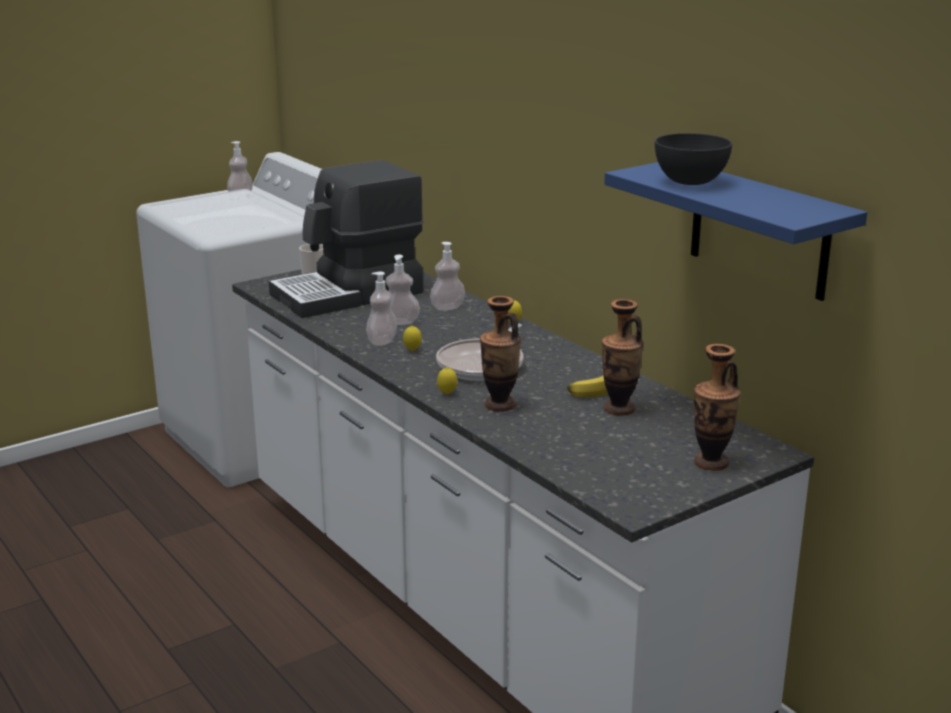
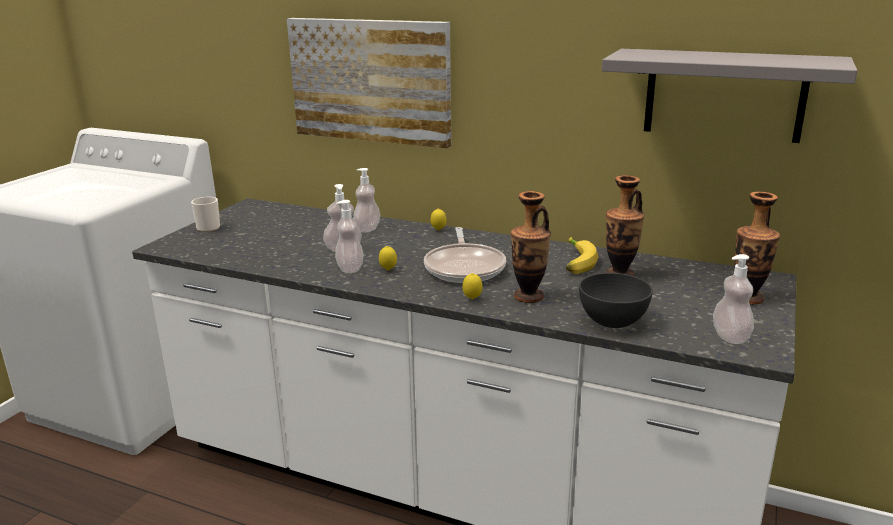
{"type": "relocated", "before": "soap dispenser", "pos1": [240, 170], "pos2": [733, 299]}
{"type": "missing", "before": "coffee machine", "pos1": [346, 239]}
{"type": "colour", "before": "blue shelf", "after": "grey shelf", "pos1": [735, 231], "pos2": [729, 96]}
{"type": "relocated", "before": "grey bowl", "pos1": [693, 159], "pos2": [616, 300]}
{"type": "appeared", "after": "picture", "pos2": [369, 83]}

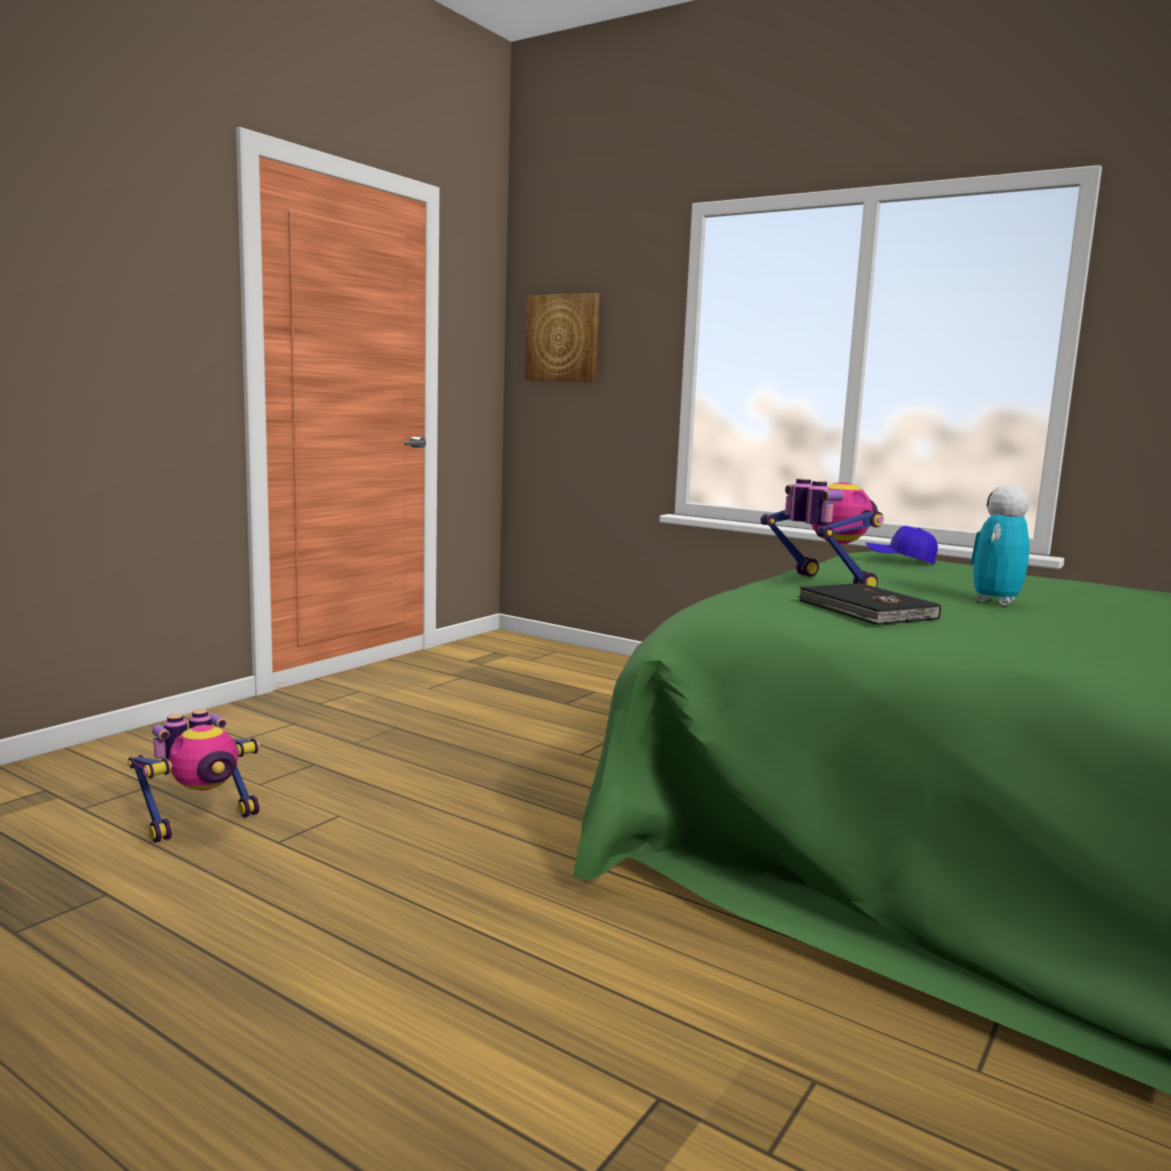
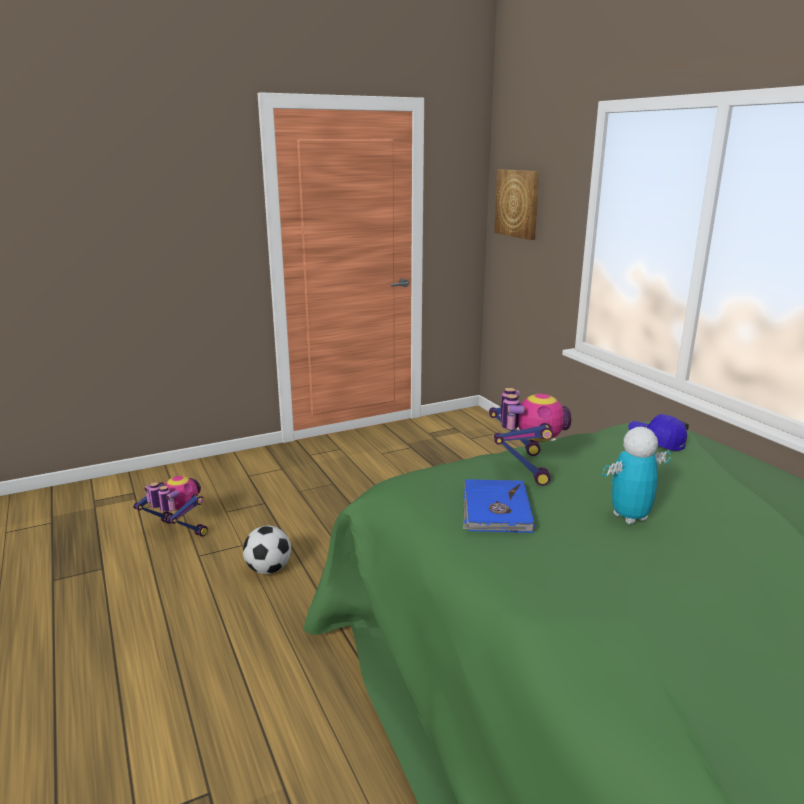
{"type": "spun", "before": "toy robot", "pos1": [194, 776], "pos2": [170, 506], "turn": -135}
{"type": "colour", "before": "black book", "after": "blue book", "pos1": [869, 604], "pos2": [499, 506]}
{"type": "appeared", "after": "football", "pos2": [267, 549]}

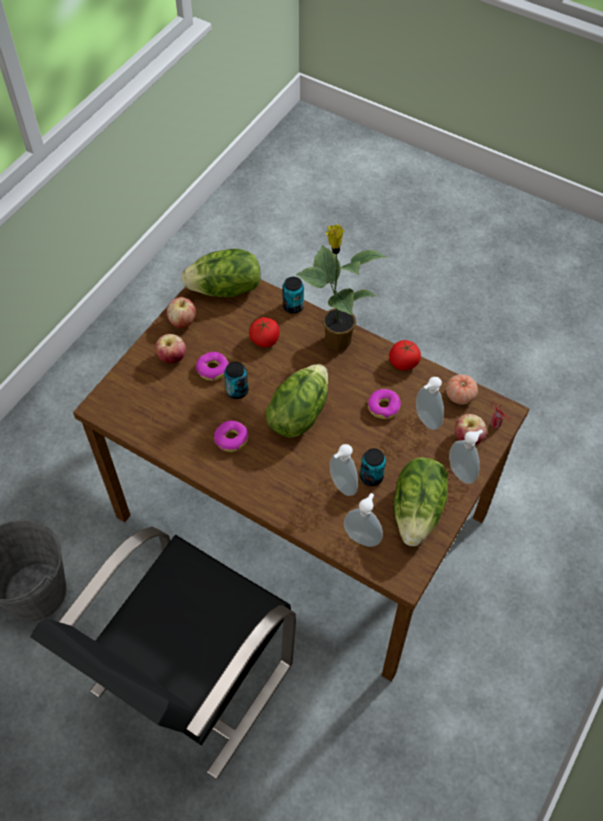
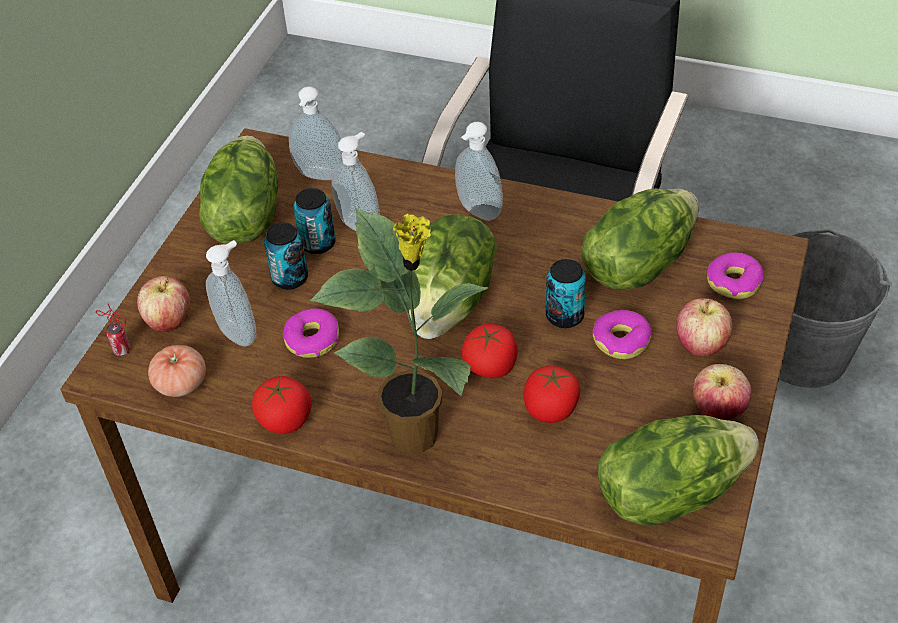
{"type": "relocated", "before": "donut", "pos1": [231, 436], "pos2": [735, 275]}
{"type": "relocated", "before": "can", "pos1": [293, 295], "pos2": [286, 256]}
{"type": "relocated", "before": "soap dispenser", "pos1": [466, 456], "pos2": [479, 171]}
{"type": "appeared", "after": "tomato", "pos2": [490, 351]}
{"type": "appeared", "after": "lettuce", "pos2": [640, 239]}

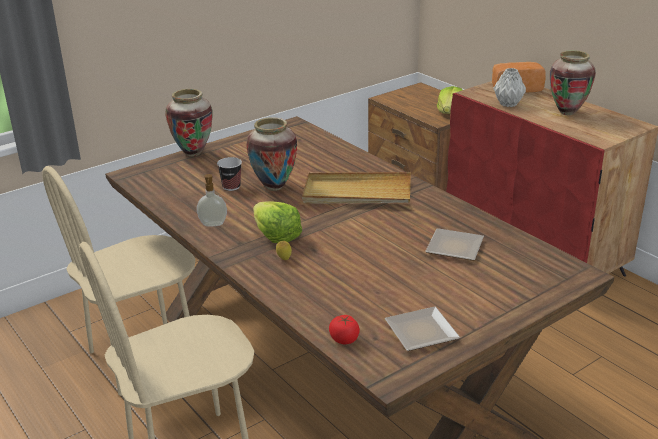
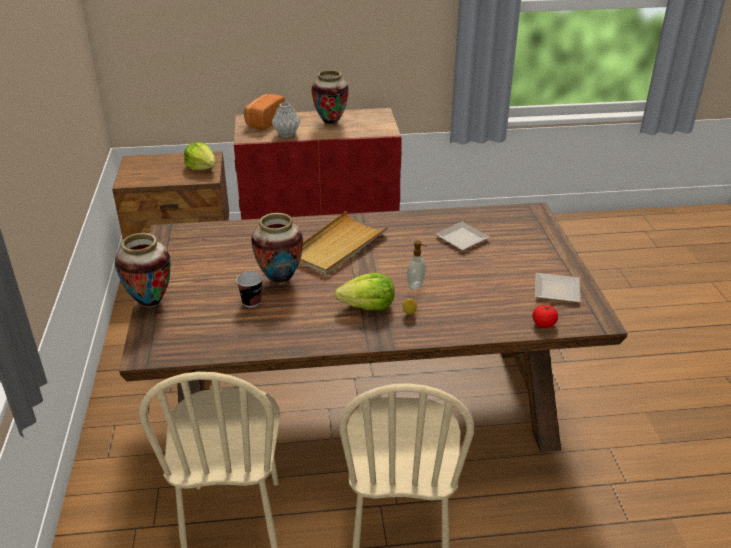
{"type": "relocated", "before": "soap dispenser", "pos1": [212, 200], "pos2": [417, 265]}

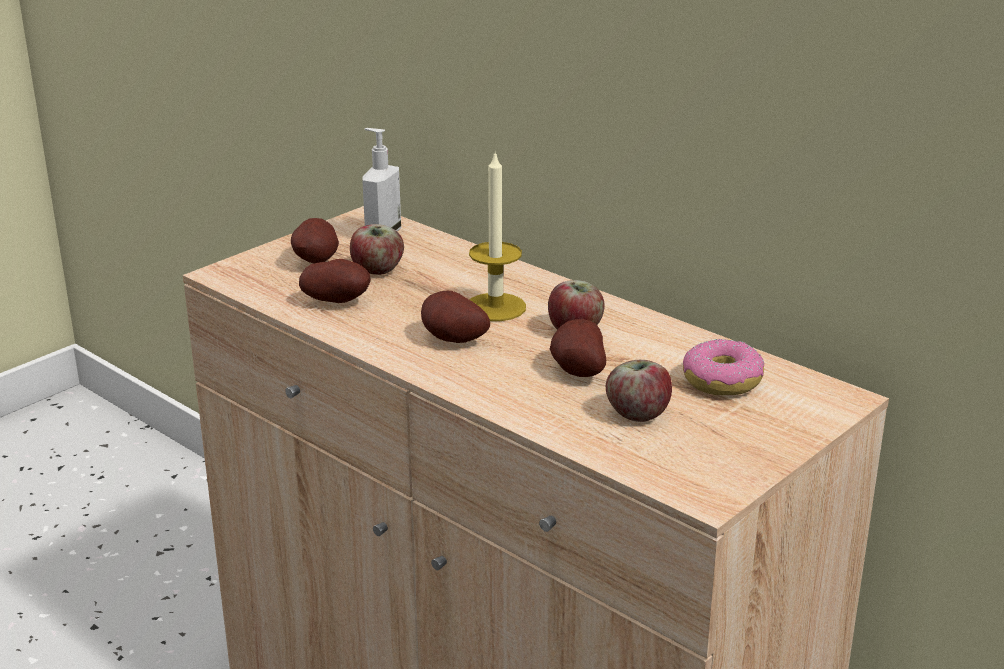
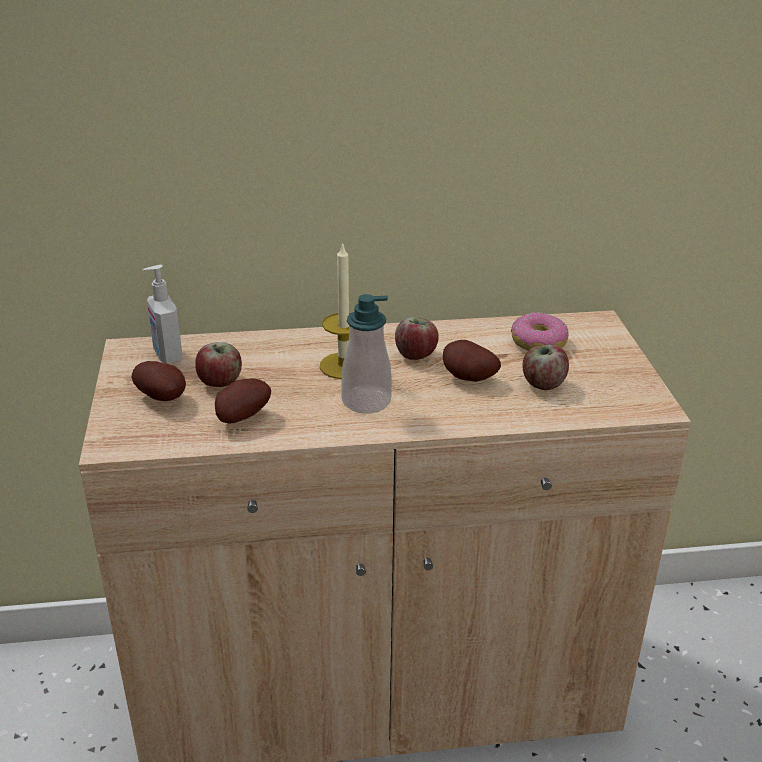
{"type": "exchanged", "before": "potato", "after": "soap dispenser", "pos1": [455, 317], "pos2": [366, 353]}

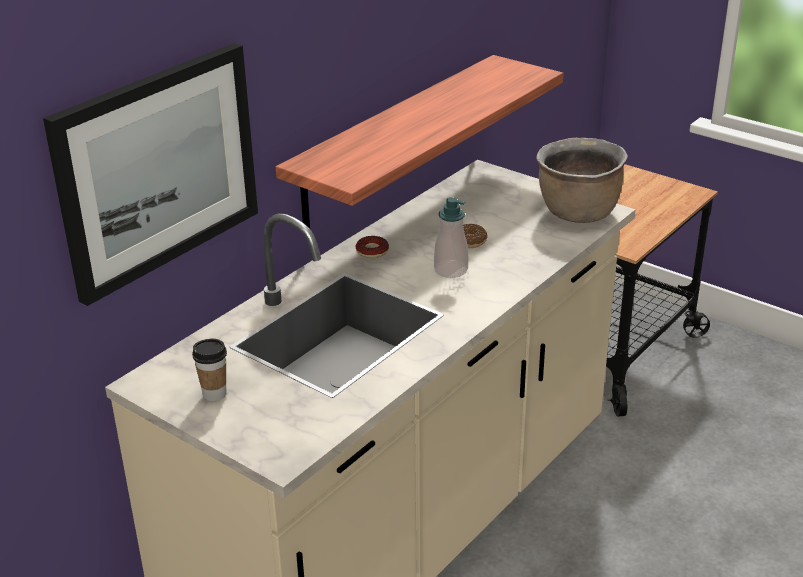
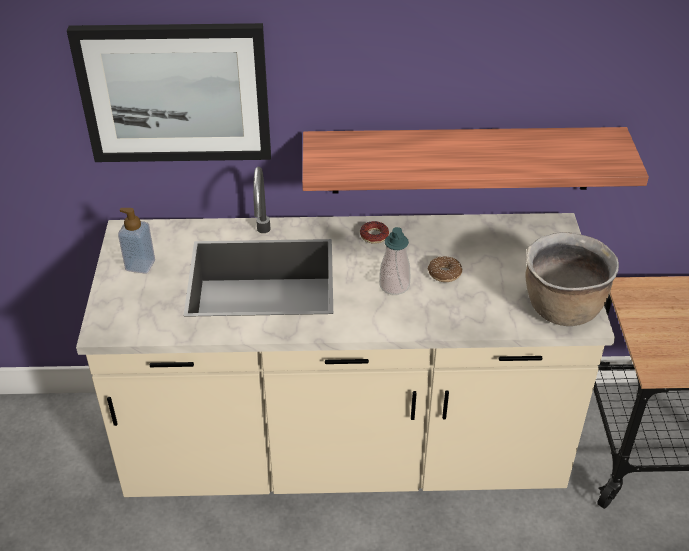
{"type": "exchanged", "before": "cup", "after": "soap dispenser", "pos1": [209, 370], "pos2": [136, 241]}

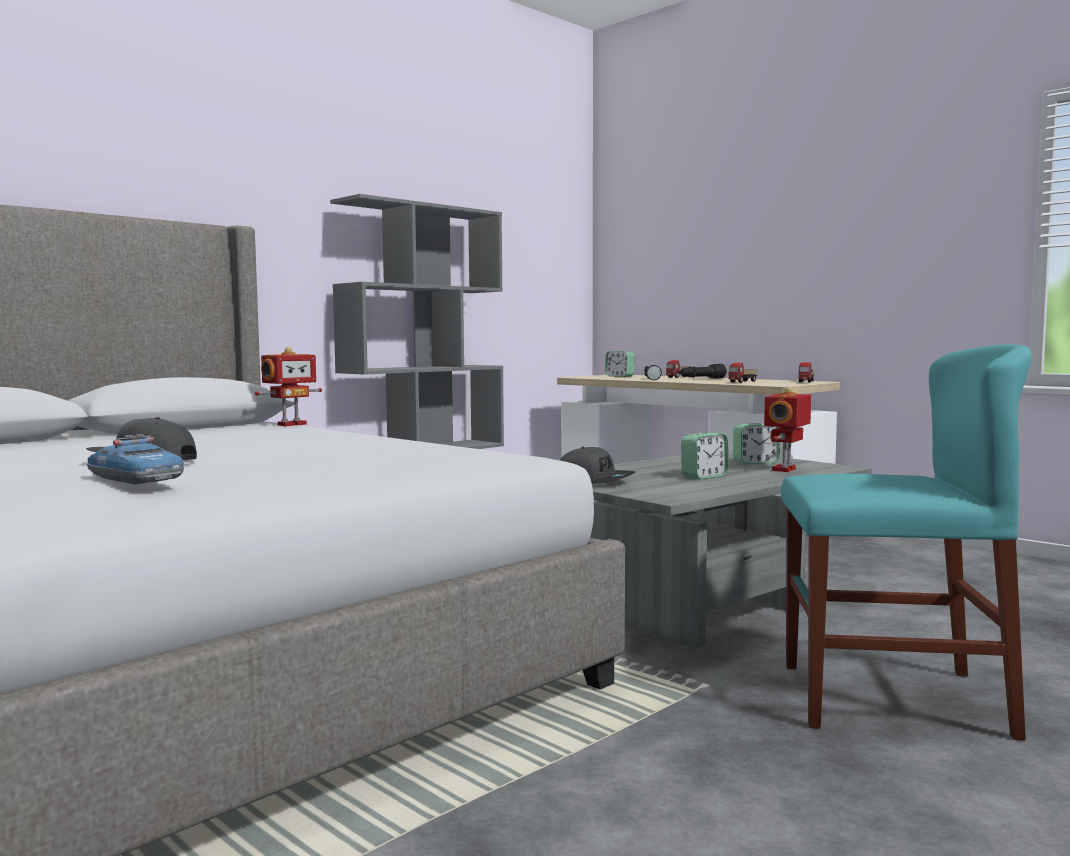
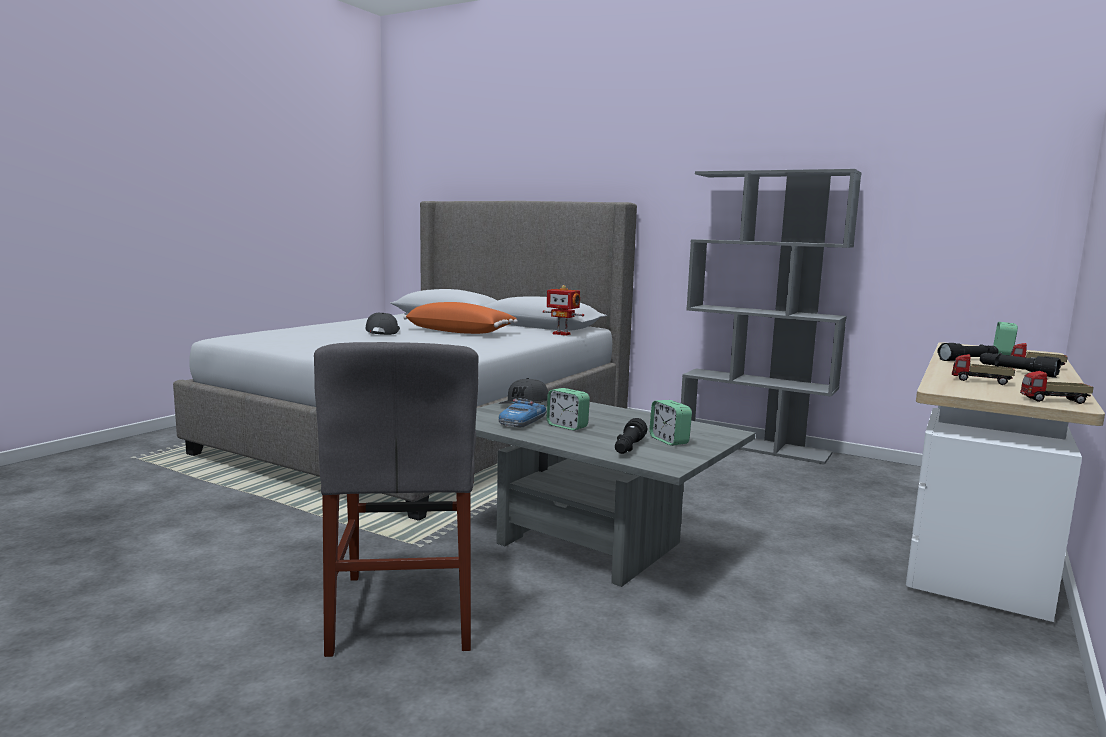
{"type": "relocated", "before": "toy car", "pos1": [135, 459], "pos2": [522, 413]}
{"type": "exchanged", "before": "toy robot", "after": "black flashlight", "pos1": [787, 429], "pos2": [631, 436]}
{"type": "colour", "before": "turquoise chair", "after": "grey chair", "pos1": [906, 542], "pos2": [396, 499]}
{"type": "appeared", "after": "orange pillow", "pos2": [460, 318]}

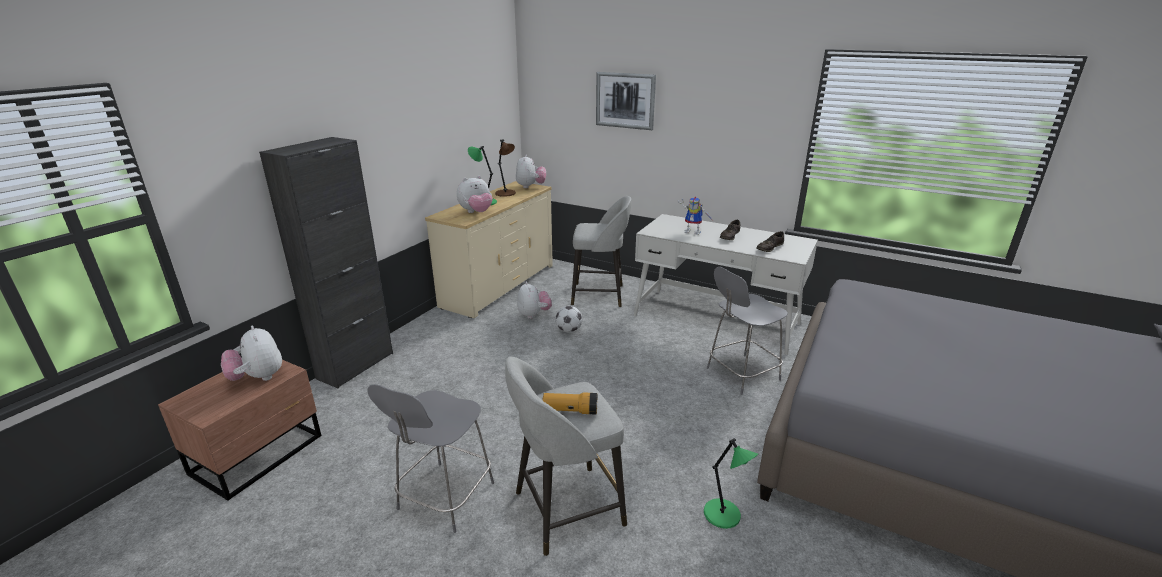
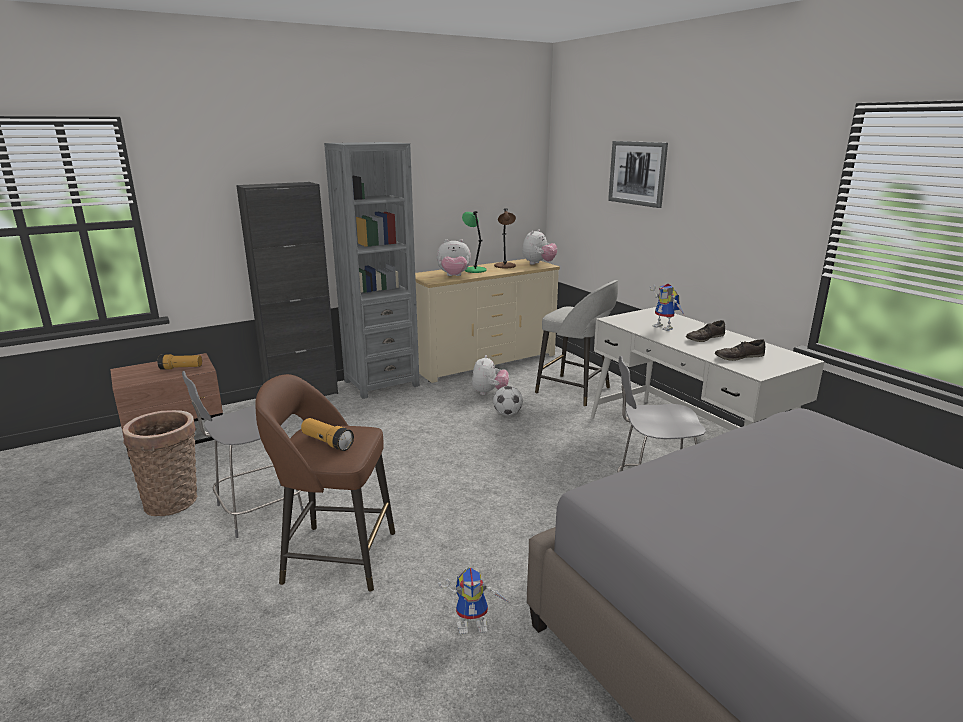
{"type": "exchanged", "before": "plush toy", "after": "flashlight", "pos1": [251, 353], "pos2": [179, 362]}
{"type": "colour", "before": "grey stool", "after": "brown stool", "pos1": [566, 456], "pos2": [325, 483]}
{"type": "exchanged", "before": "green table lamp", "after": "toy robot", "pos1": [731, 483], "pos2": [473, 601]}
{"type": "appeared", "after": "basket", "pos2": [159, 463]}
{"type": "appeared", "after": "grey bookcase", "pos2": [372, 270]}

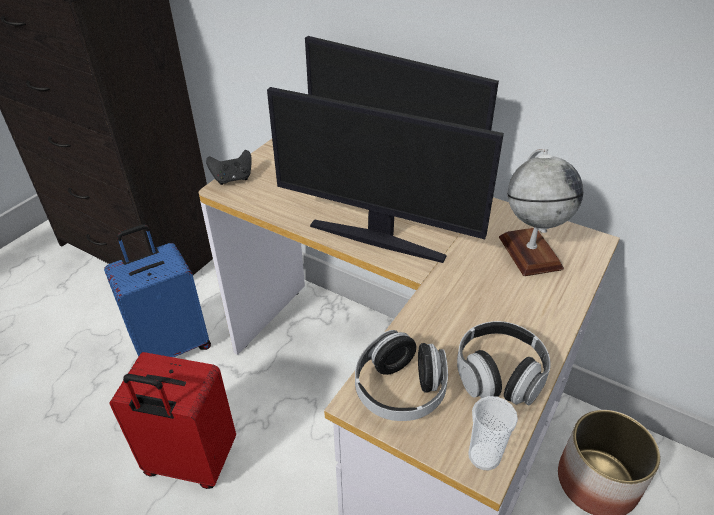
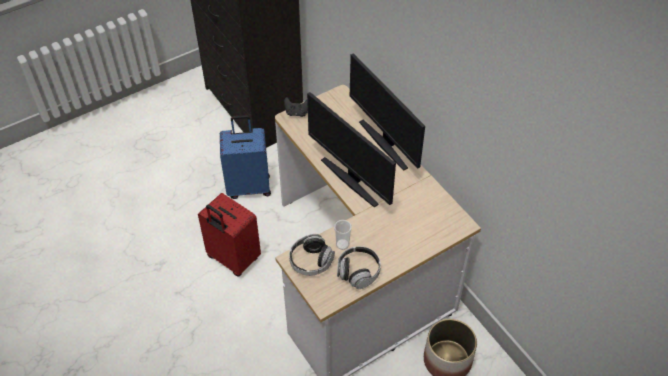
{"type": "relocated", "before": "cup", "pos1": [493, 433], "pos2": [343, 235]}
{"type": "missing", "before": "globe", "pos1": [541, 212]}

